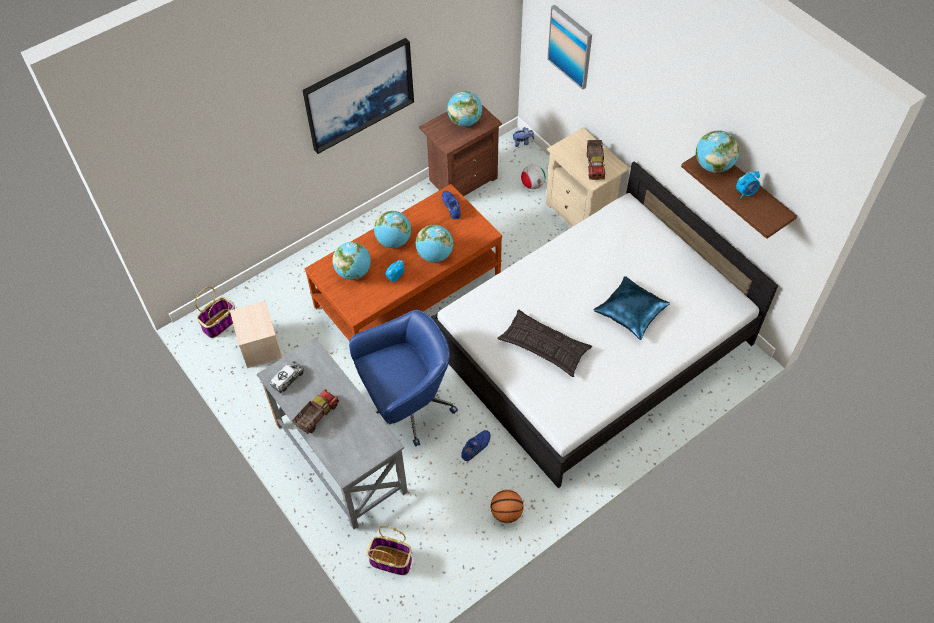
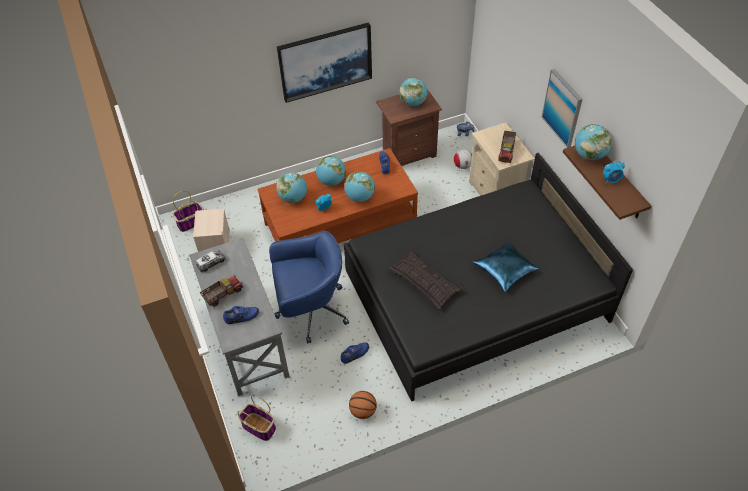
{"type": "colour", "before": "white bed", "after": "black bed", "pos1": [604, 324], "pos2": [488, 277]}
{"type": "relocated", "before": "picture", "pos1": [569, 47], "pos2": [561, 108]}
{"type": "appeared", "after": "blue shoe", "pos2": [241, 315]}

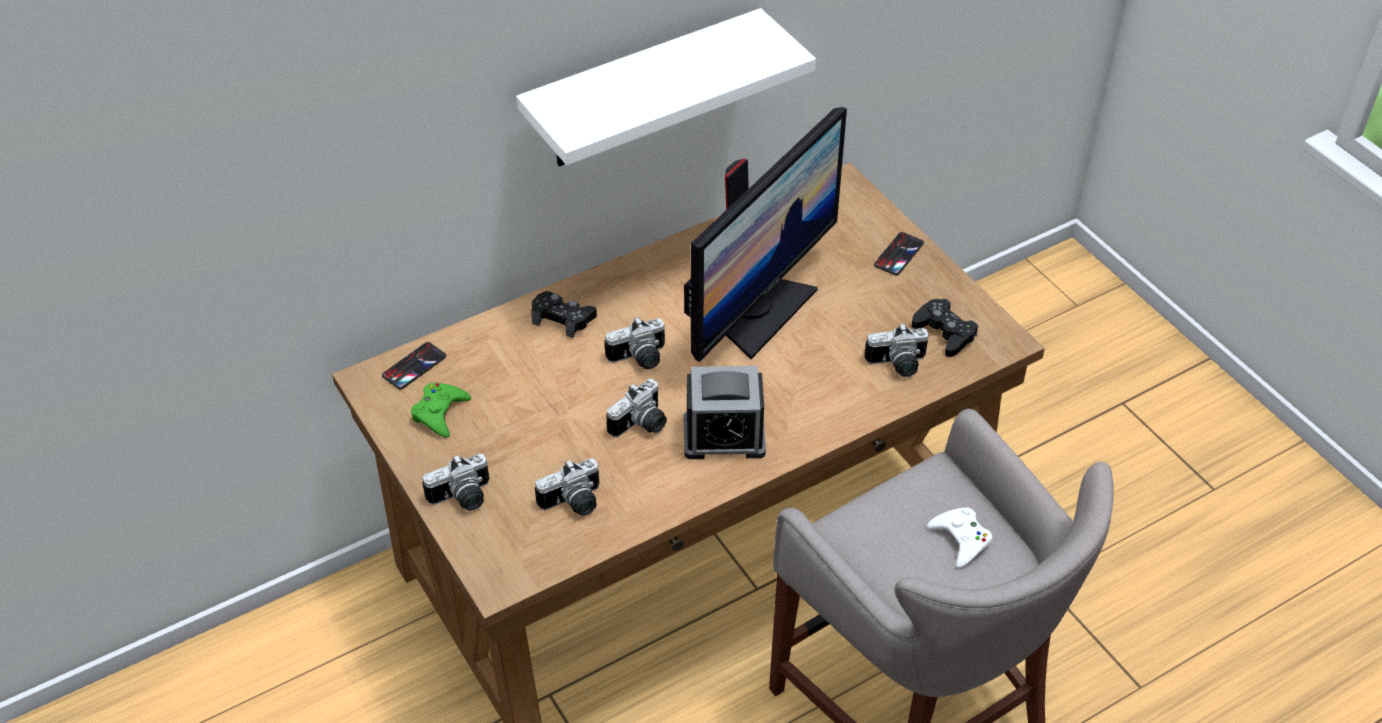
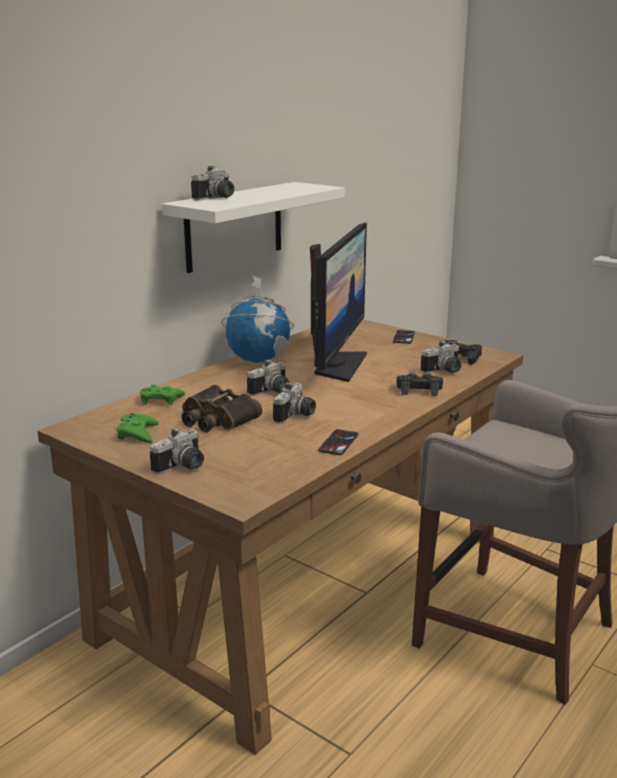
{"type": "relocated", "before": "phone", "pos1": [414, 366], "pos2": [338, 442]}
{"type": "relocated", "before": "black game controller", "pos1": [564, 314], "pos2": [419, 384]}
{"type": "relocated", "before": "photo camera", "pos1": [567, 487], "pos2": [212, 183]}
{"type": "missing", "before": "alarm clock", "pos1": [725, 412]}
{"type": "missing", "before": "white game controller", "pos1": [959, 538]}
{"type": "appeared", "after": "green game controller", "pos2": [162, 394]}
{"type": "appeared", "after": "binoculars", "pos2": [222, 408]}
{"type": "appeared", "after": "globe", "pos2": [257, 319]}

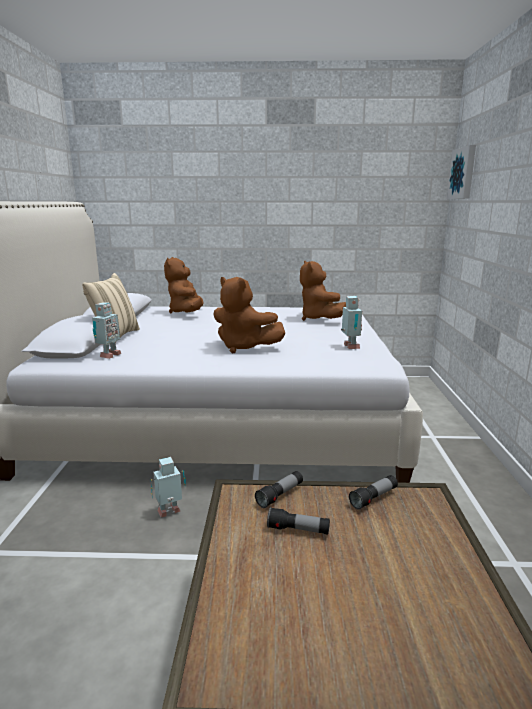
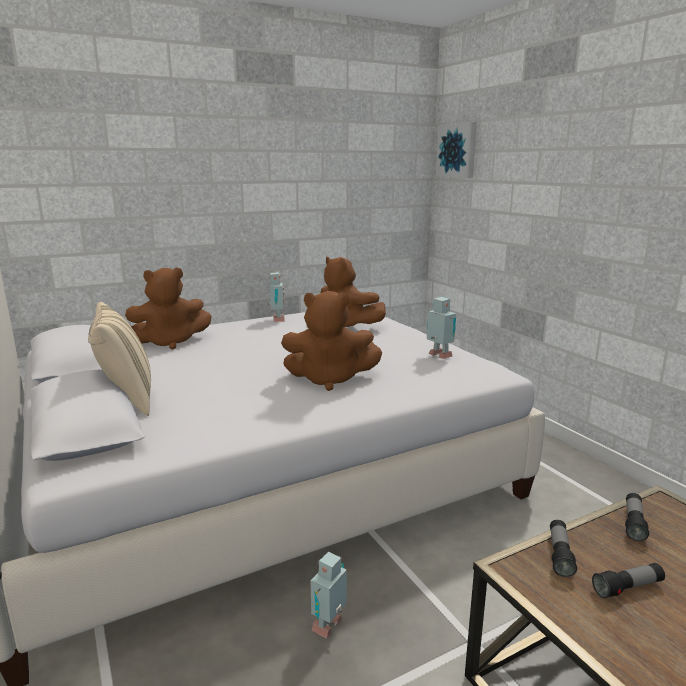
{"type": "relocated", "before": "toy robot", "pos1": [106, 330], "pos2": [276, 297]}
{"type": "spun", "before": "brown plush toy", "pos1": [184, 285], "pos2": [168, 309], "turn": -75}

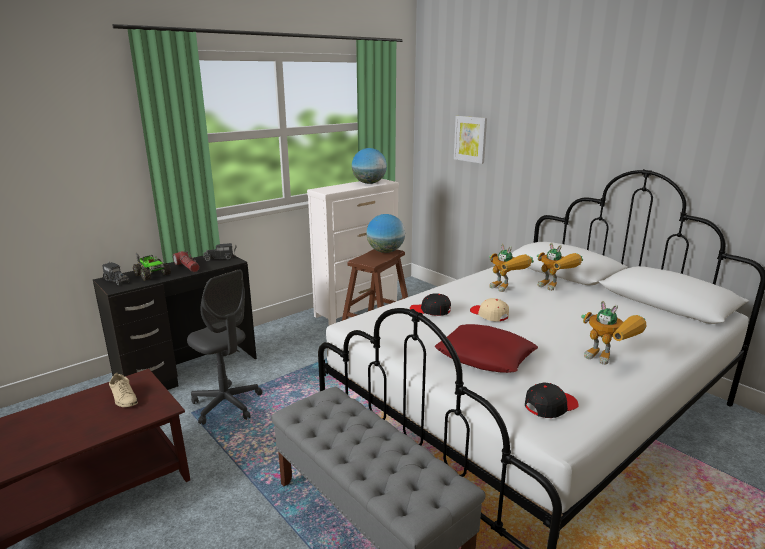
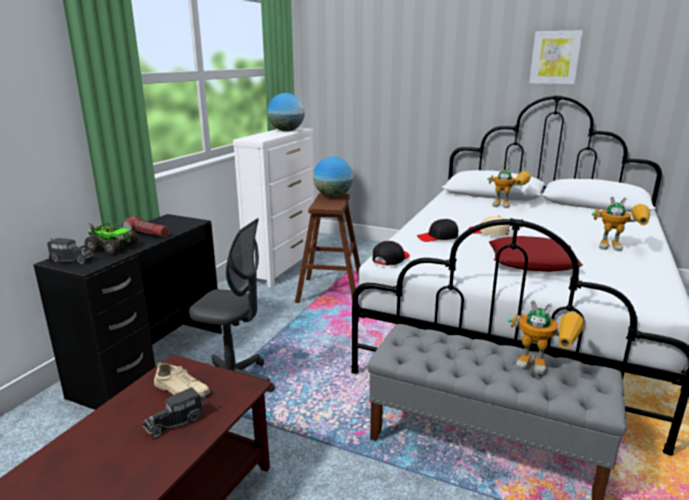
{"type": "relocated", "before": "toy truck", "pos1": [219, 252], "pos2": [174, 413]}
{"type": "relocated", "before": "picture", "pos1": [470, 140], "pos2": [556, 57]}
{"type": "relocated", "before": "toy robot", "pos1": [511, 268], "pos2": [546, 337]}
{"type": "relocated", "before": "black cap", "pos1": [552, 400], "pos2": [391, 253]}

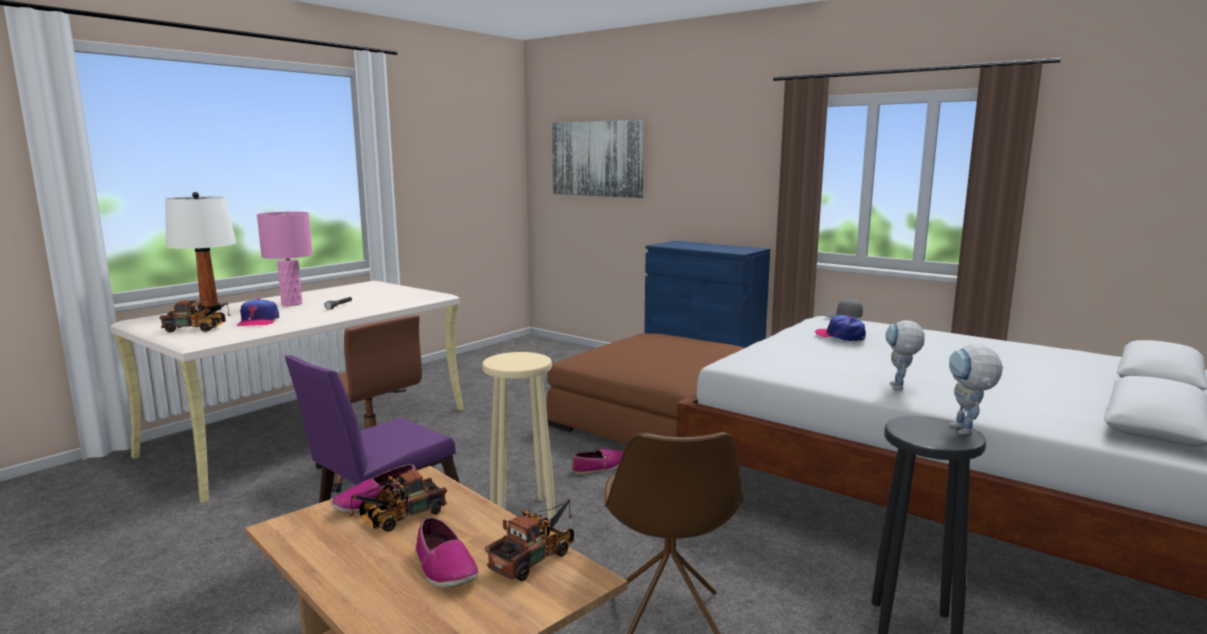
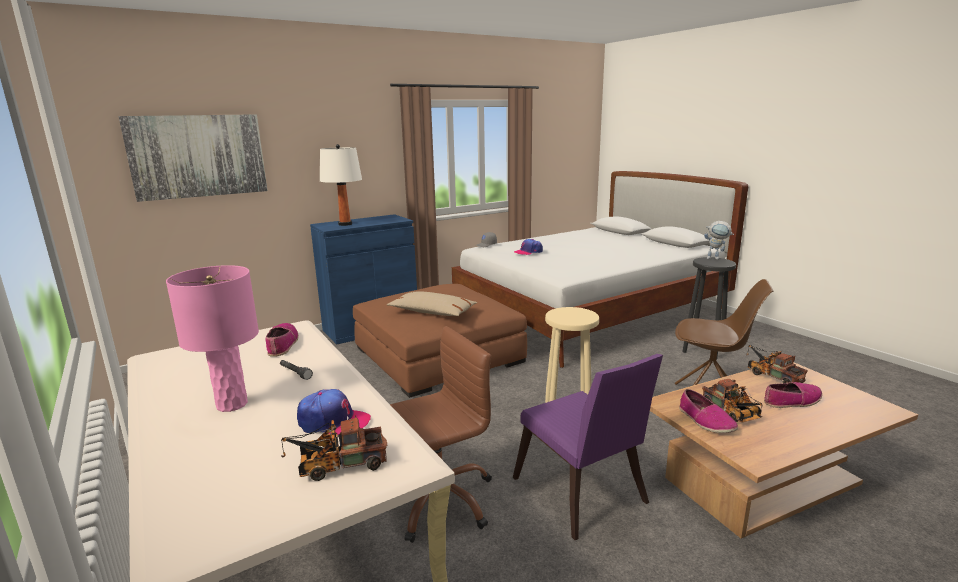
{"type": "spun", "before": "toy truck", "pos1": [195, 316], "pos2": [334, 448], "turn": -120}
{"type": "relocated", "before": "white table lamp", "pos1": [200, 251], "pos2": [341, 185]}
{"type": "relocated", "before": "shoe", "pos1": [597, 462], "pos2": [282, 340]}
{"type": "missing", "before": "toy robot", "pos1": [905, 355]}
{"type": "appeared", "after": "beige pillow", "pos2": [432, 303]}

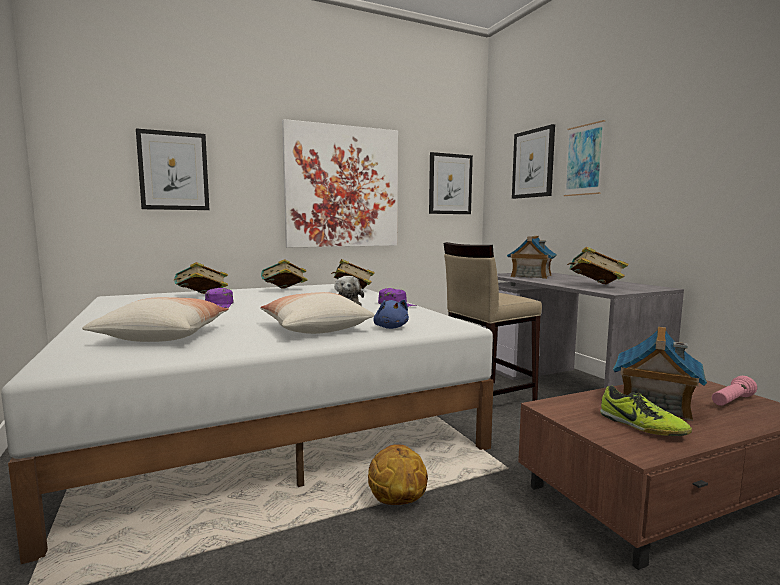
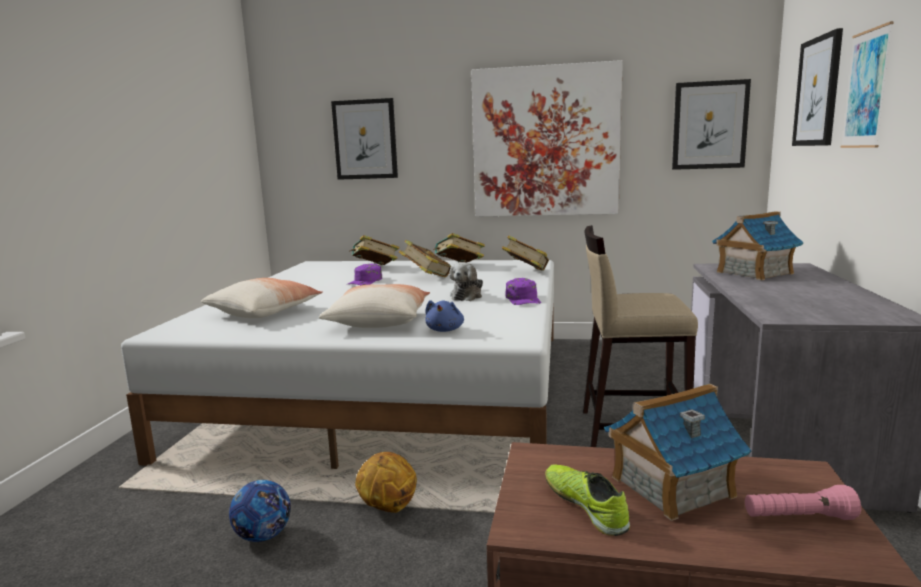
{"type": "relocated", "before": "book", "pos1": [597, 266], "pos2": [425, 258]}
{"type": "spun", "before": "shoe", "pos1": [646, 410], "pos2": [587, 500], "turn": 150}
{"type": "appeared", "after": "football", "pos2": [260, 511]}

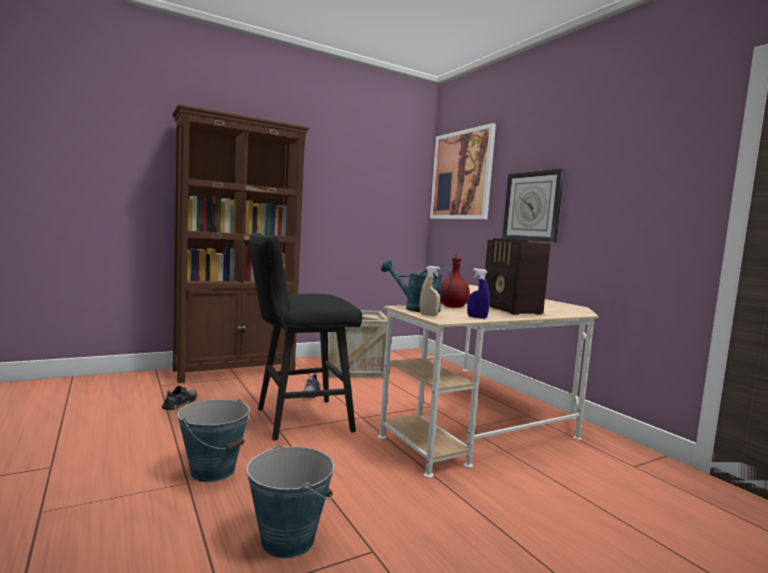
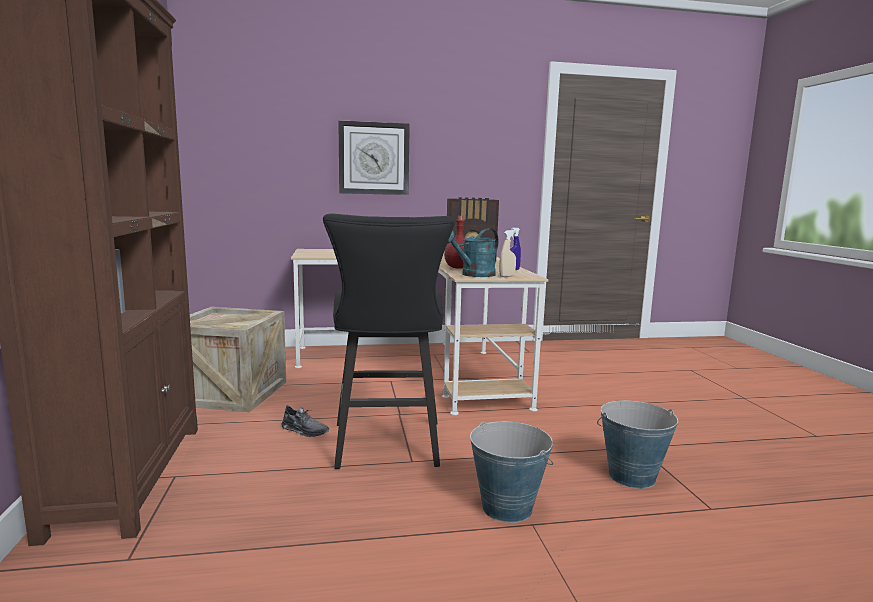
{"type": "missing", "before": "grey shoe", "pos1": [179, 398]}
{"type": "missing", "before": "picture", "pos1": [463, 171]}

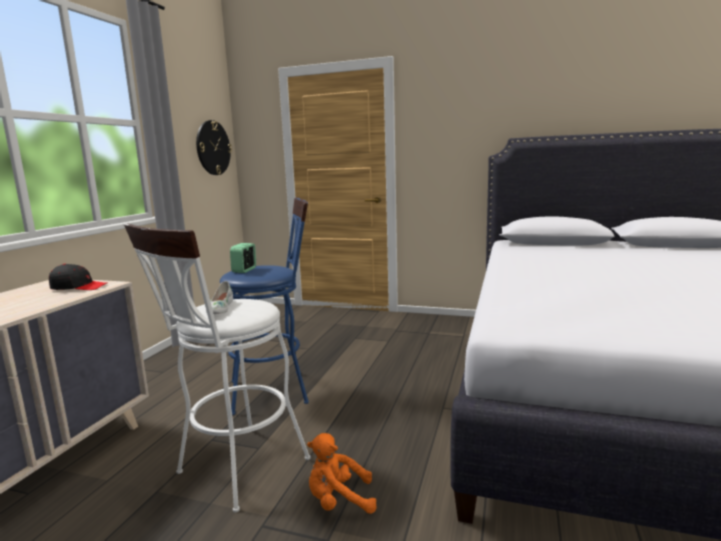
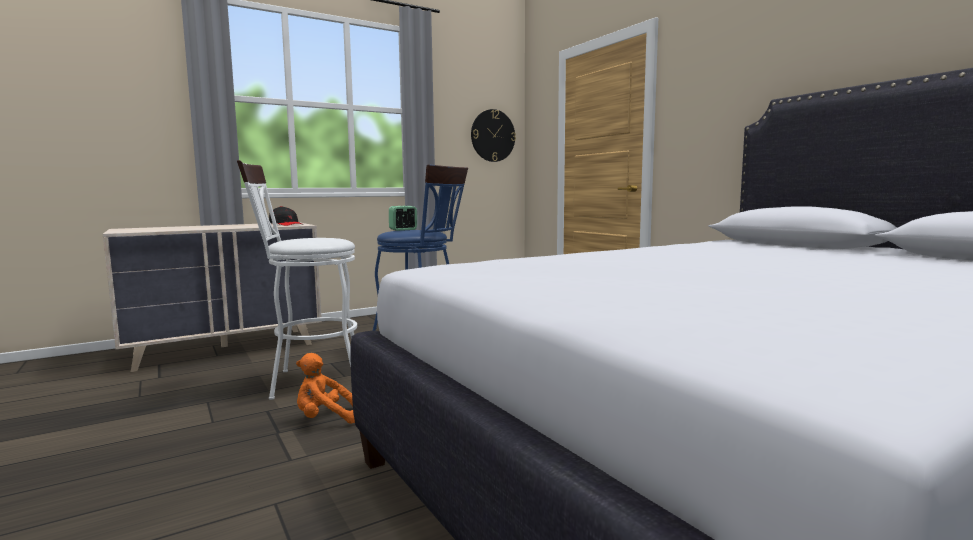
{"type": "missing", "before": "white shoe", "pos1": [219, 297]}
{"type": "spun", "before": "orange plush toy", "pos1": [342, 473], "pos2": [325, 388], "turn": -45}

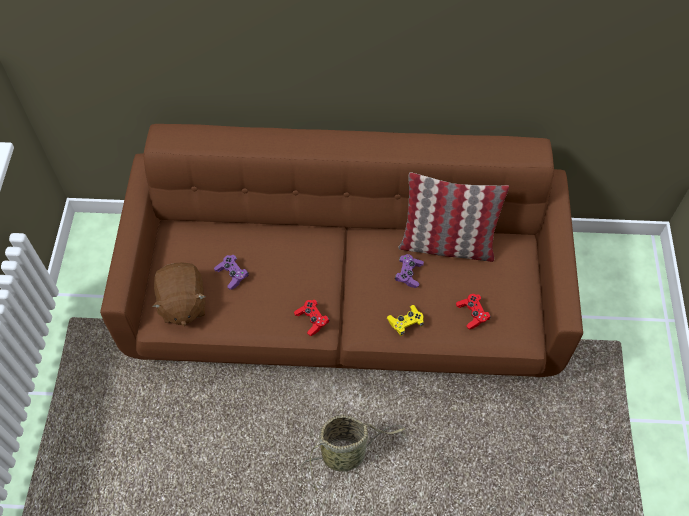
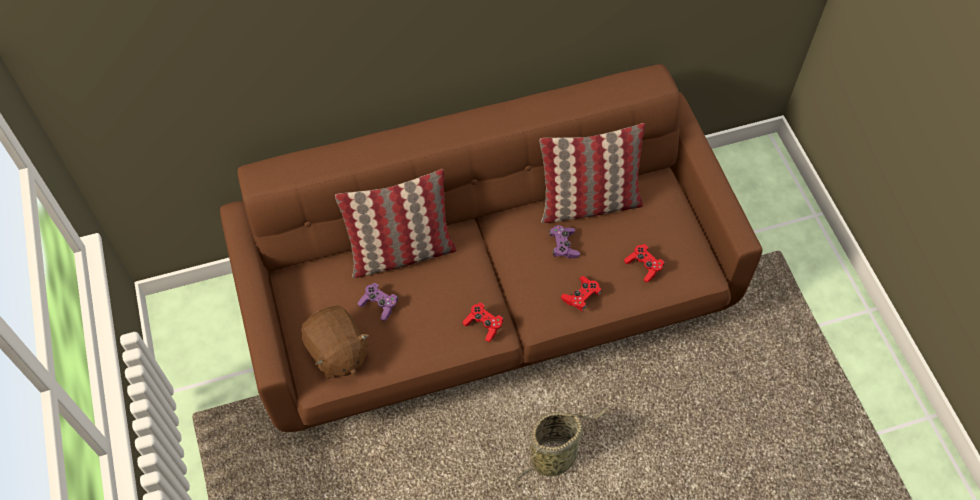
{"type": "colour", "before": "yellow game controller", "after": "red game controller", "pos1": [405, 320], "pos2": [581, 294]}
{"type": "appeared", "after": "pillow", "pos2": [396, 223]}

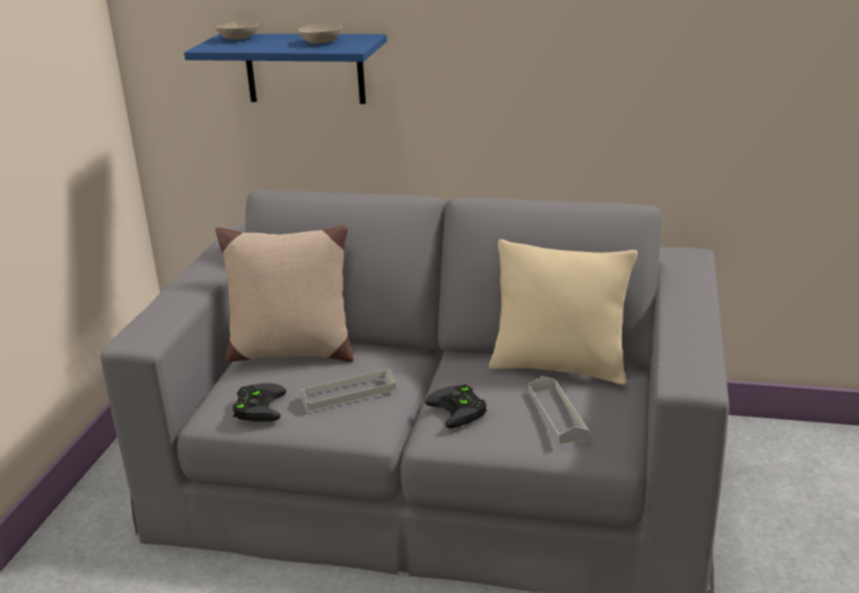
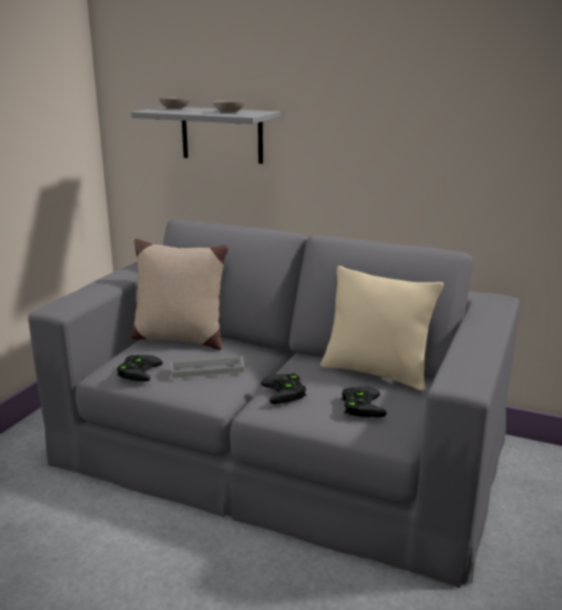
{"type": "colour", "before": "blue shelf", "after": "grey shelf", "pos1": [285, 69], "pos2": [205, 135]}
{"type": "exchanged", "before": "grey tray", "after": "black game controller", "pos1": [558, 410], "pos2": [364, 402]}

